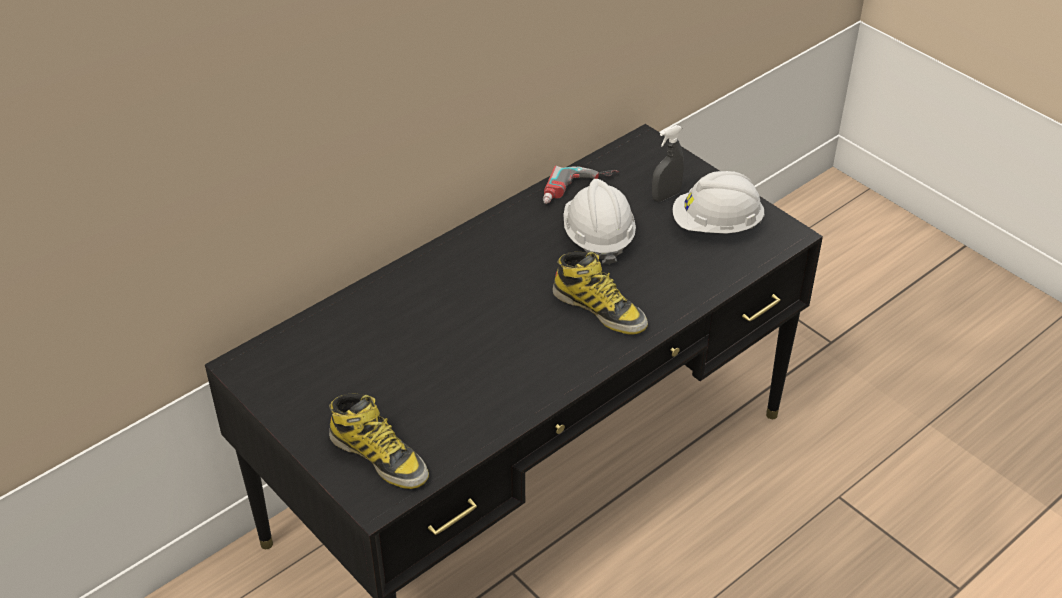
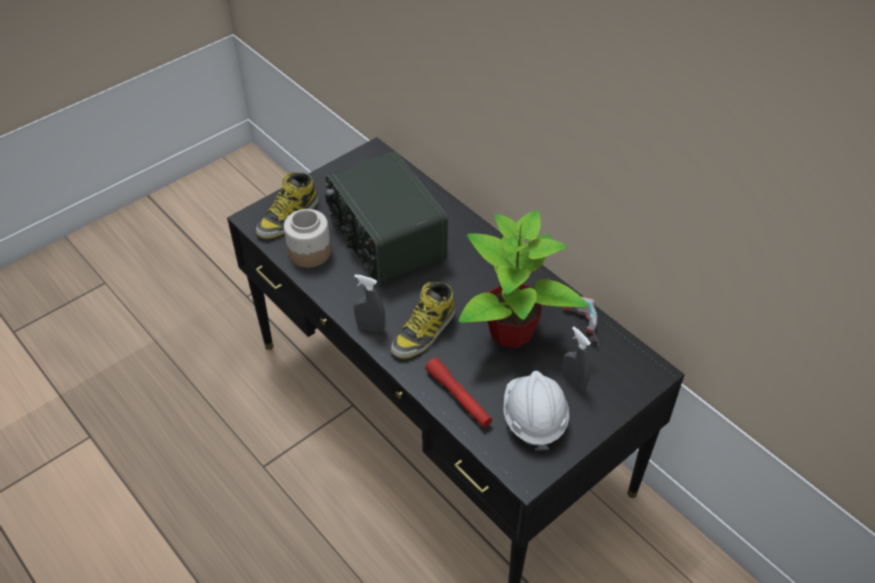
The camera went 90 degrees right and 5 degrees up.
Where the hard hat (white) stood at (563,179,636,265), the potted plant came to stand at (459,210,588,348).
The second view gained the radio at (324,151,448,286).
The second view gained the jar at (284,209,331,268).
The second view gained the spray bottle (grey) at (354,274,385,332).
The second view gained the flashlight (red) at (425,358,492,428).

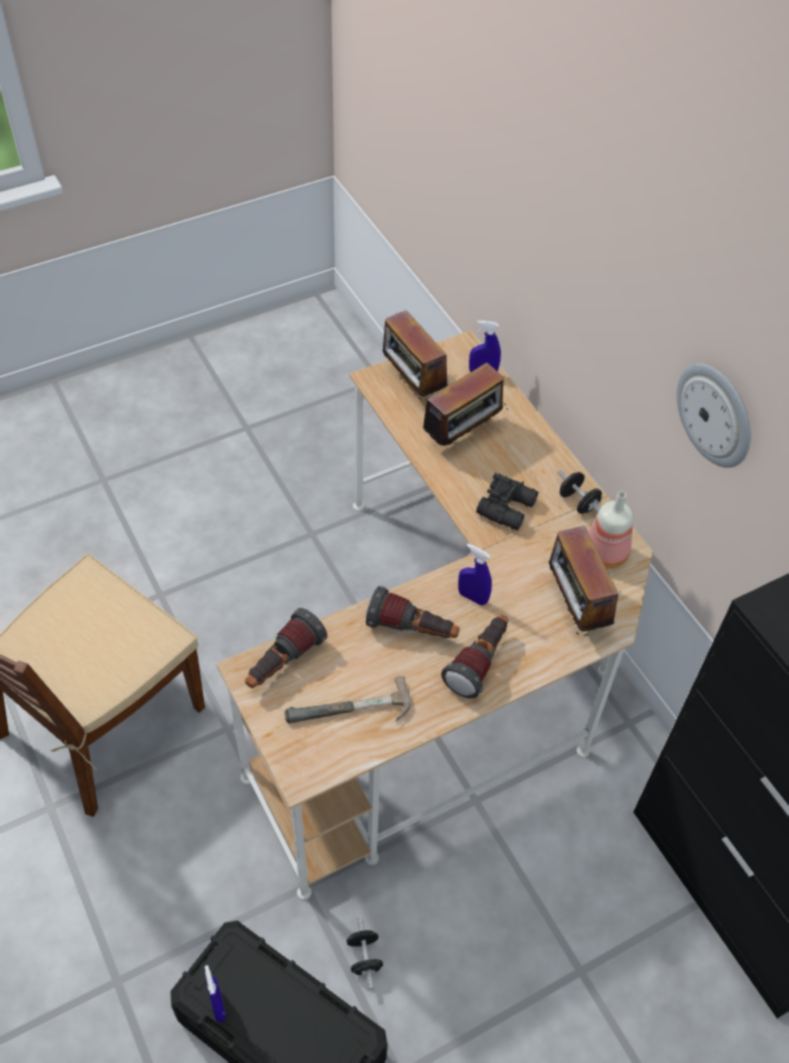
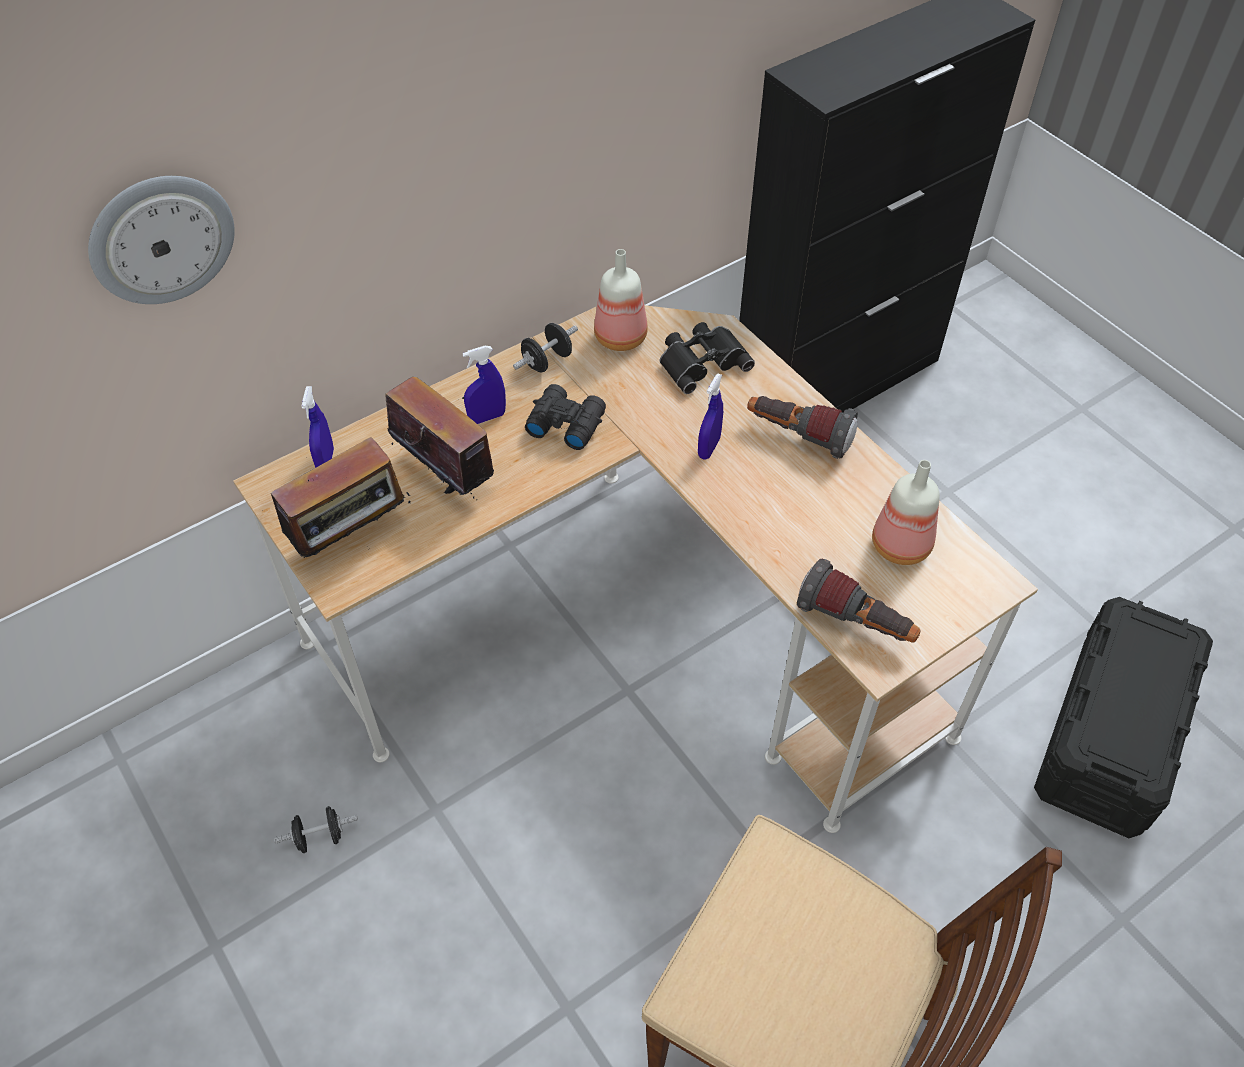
The camera went 95 degrees left and 0 degrees up.
The wall clock ended up elsewhere, having gone from (677,363,751,468) to (88,176,235,304).
Where the radio stood at (541,526,619,637), the binoculars (black) came to stand at (659,322,755,394).
The second view lost the flashlight at (366,586,460,638).
Where the hammer stood at (285,676,411,724), the bottle came to stand at (872,460,940,565).
The dumbbell (black) ended up elsewhere, having gone from (347,917,383,989) to (274,806,358,853).
The spray bottle (blue) ended up elsewhere, having gone from (205,965,226,1023) to (462,346,506,424).

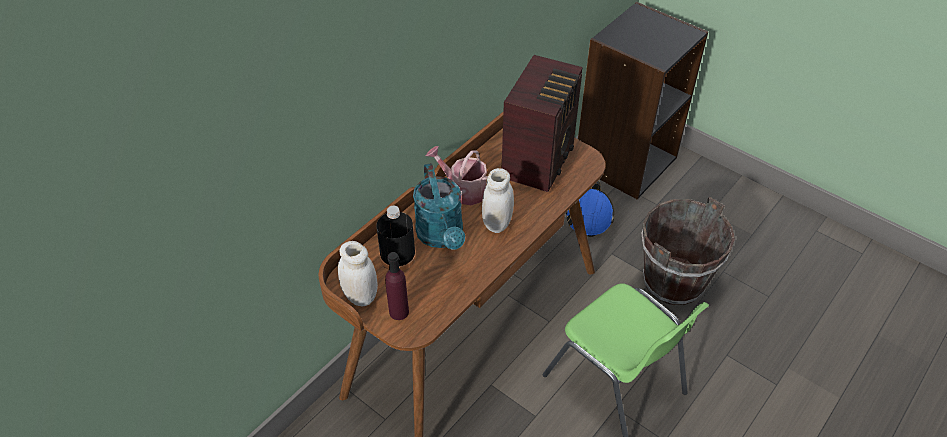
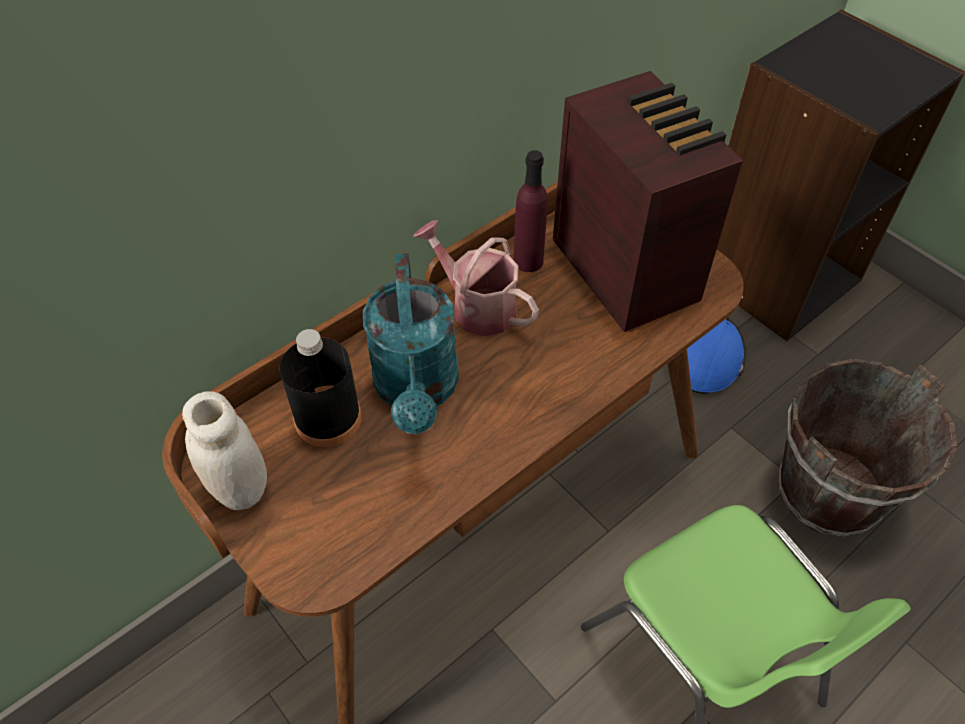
The camera went 10 degrees right and 5 degrees up.
The radio at (502,55,583,192) ended up facing another way, 60 degrees counterclockwise from before.
The second view lost the jar (white) at (482,168,514,233).
The bottle (purple) ended up elsewhere, having gone from (385,252,409,320) to (514,150,548,272).

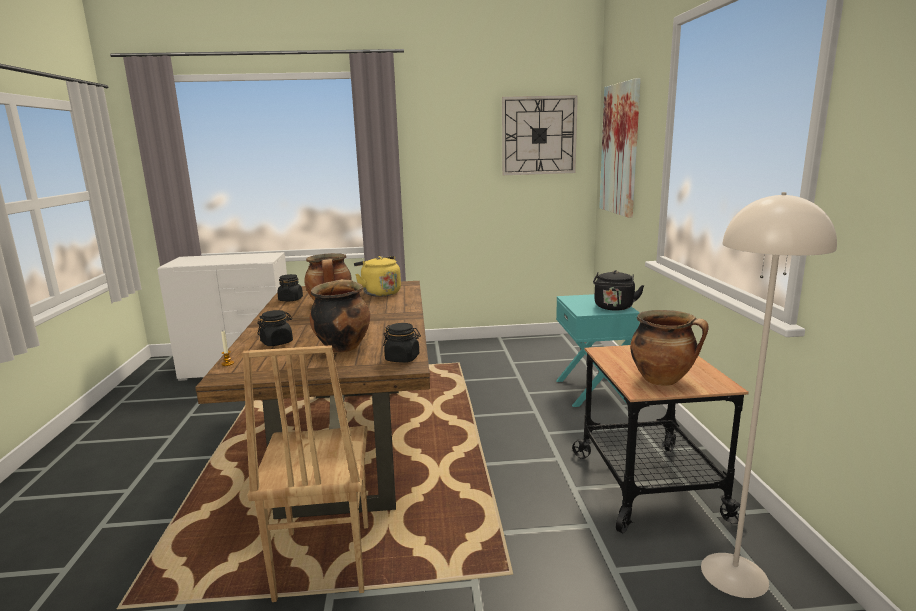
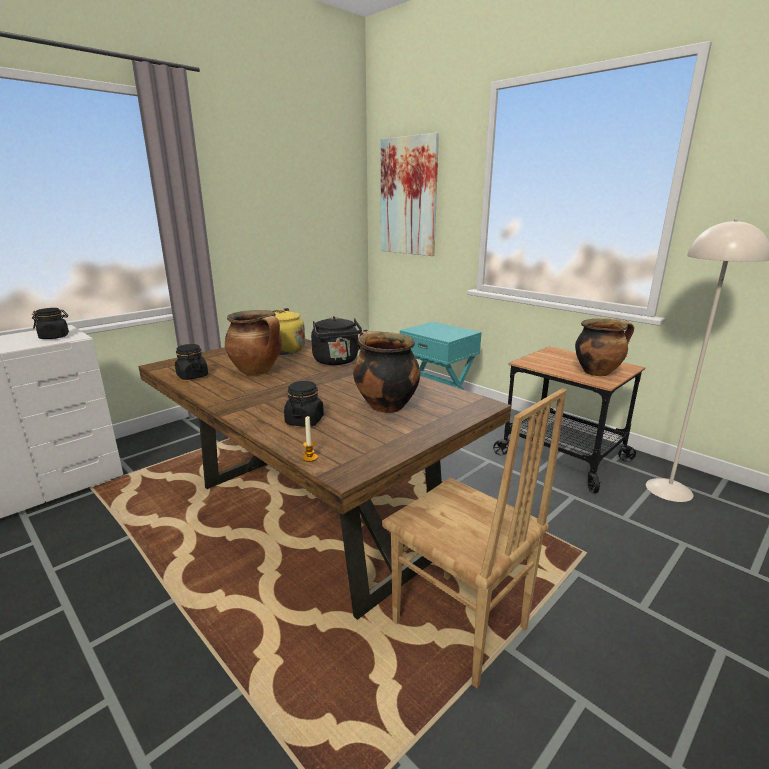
The camera went 40 degrees left and 5 degrees up.
The second view lost the wall clock at (502,95,578,175).
The kettle (black) ended up elsewhere, having gone from (593,270,644,311) to (311,316,367,365).
The jar (black) ended up elsewhere, having gone from (383,323,421,363) to (32,308,69,339).

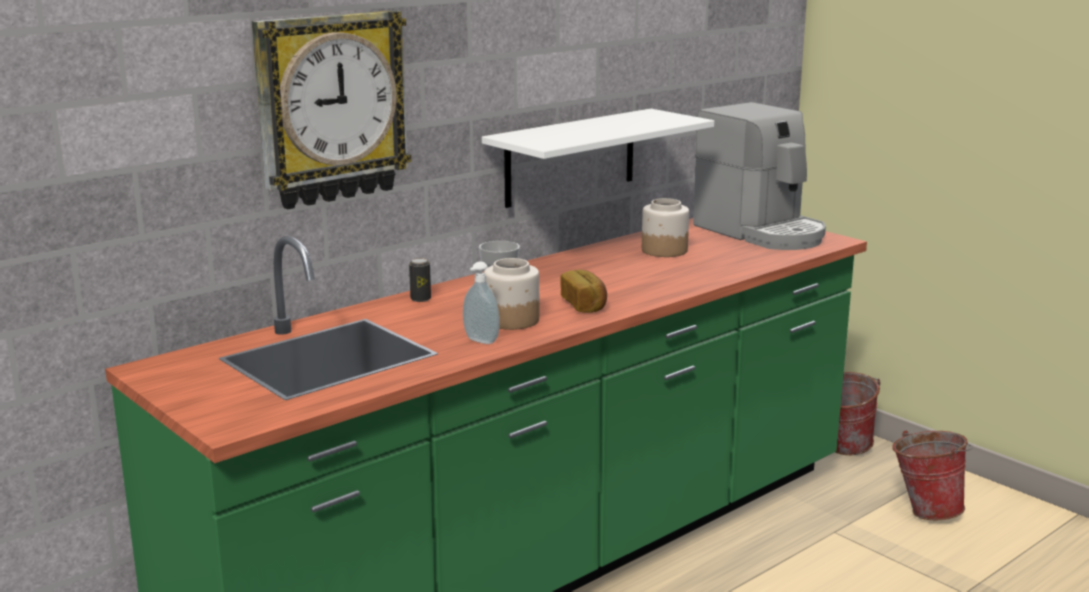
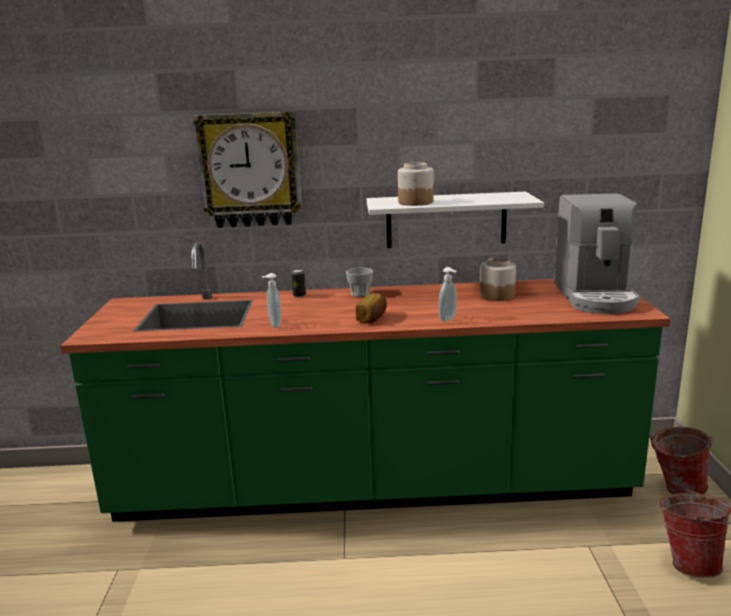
The camera went 40 degrees right and 0 degrees up.
The jar ended up elsewhere, having gone from (484,258,539,330) to (398,162,433,206).
The second view gained the soap dispenser at (439,267,457,322).

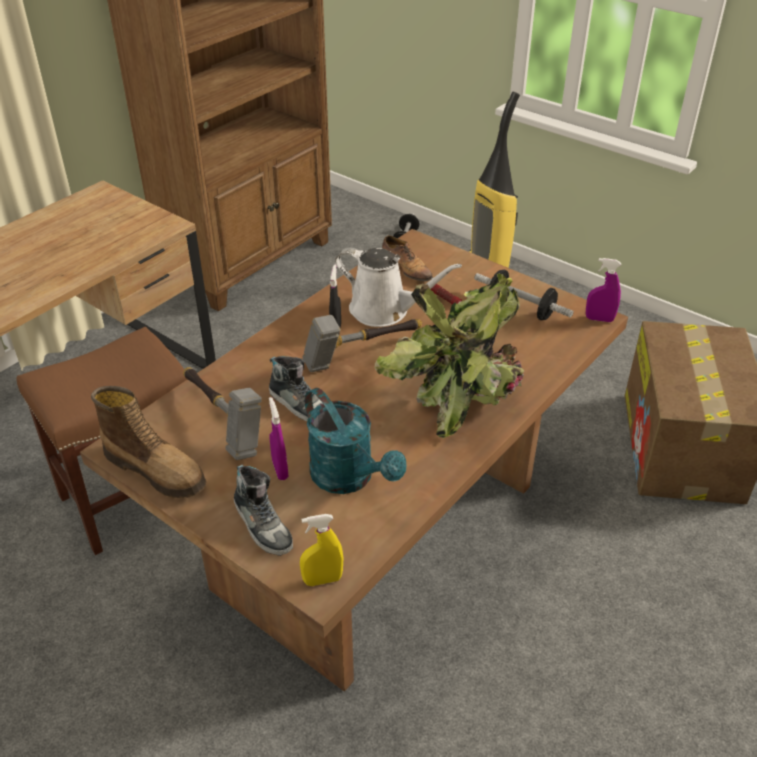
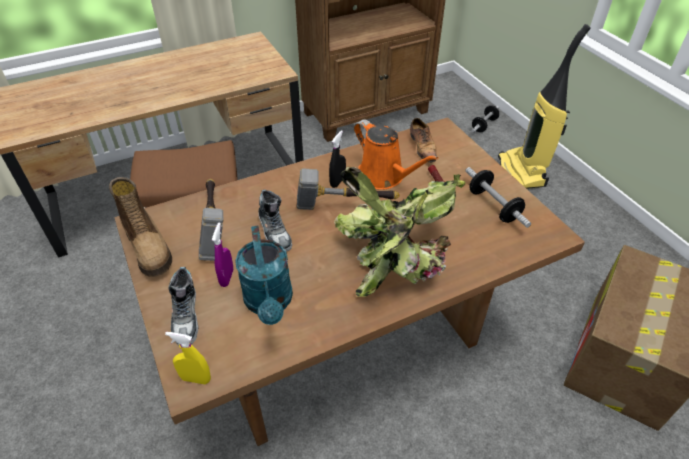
The camera went 25 degrees right and 5 degrees up.
What was the watering can (white) at (335,247,462,327) turned into the watering can (orange) at (354,120,438,190).
The second view lost the spray bottle (purple) at (586,258,621,322).

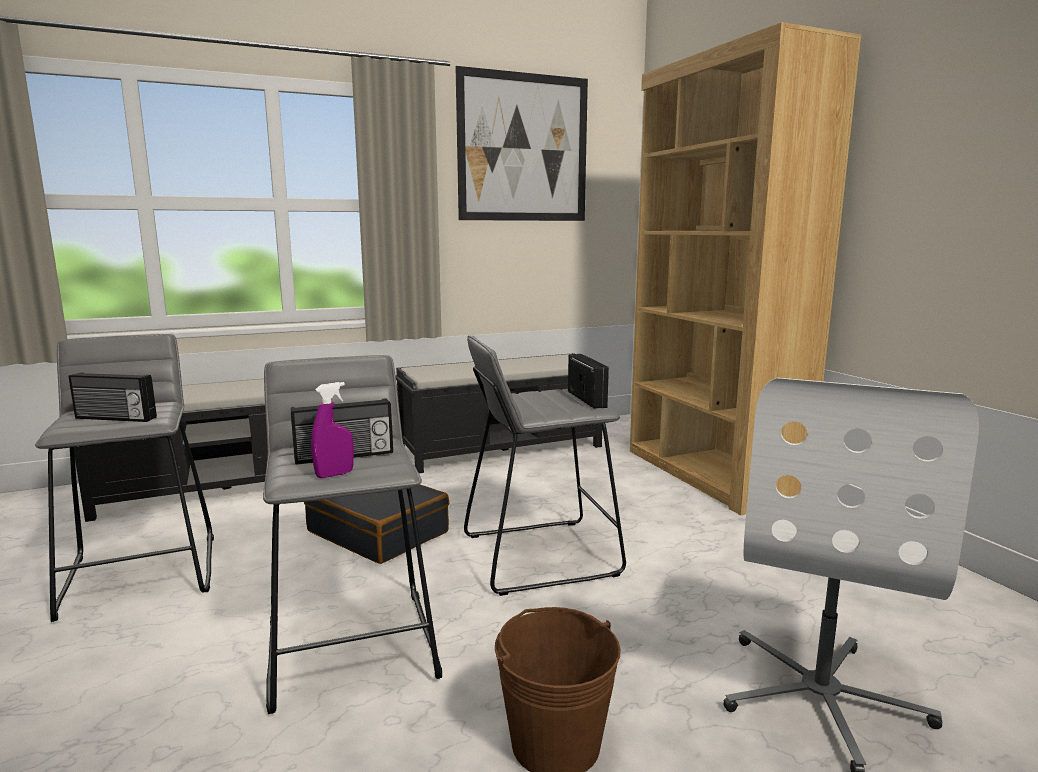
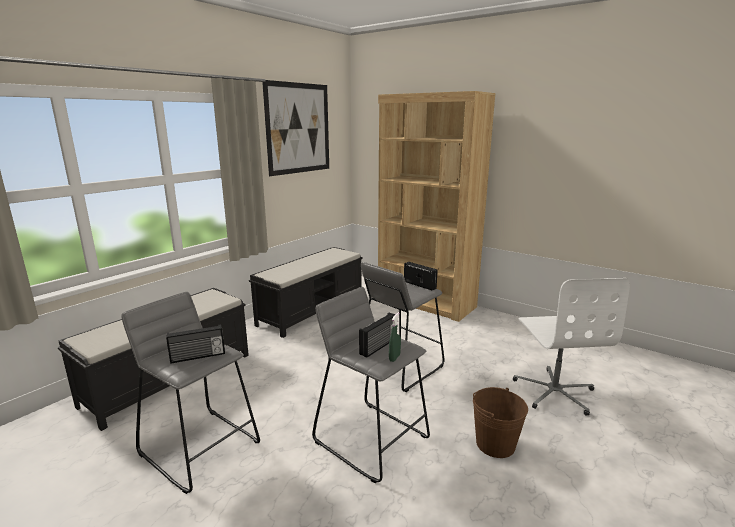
The camera went 30 degrees left and 5 degrees up.
What was the spray bottle (purple) at (311,382,354,478) turned into the spray bottle (green) at (389,312,401,362).
The second view lost the suitcase (black) at (304,484,449,564).

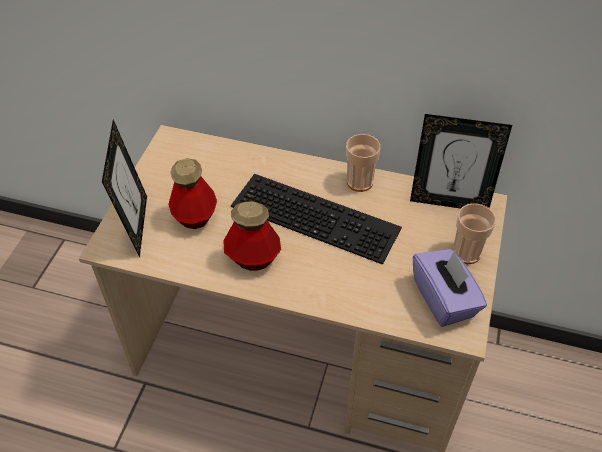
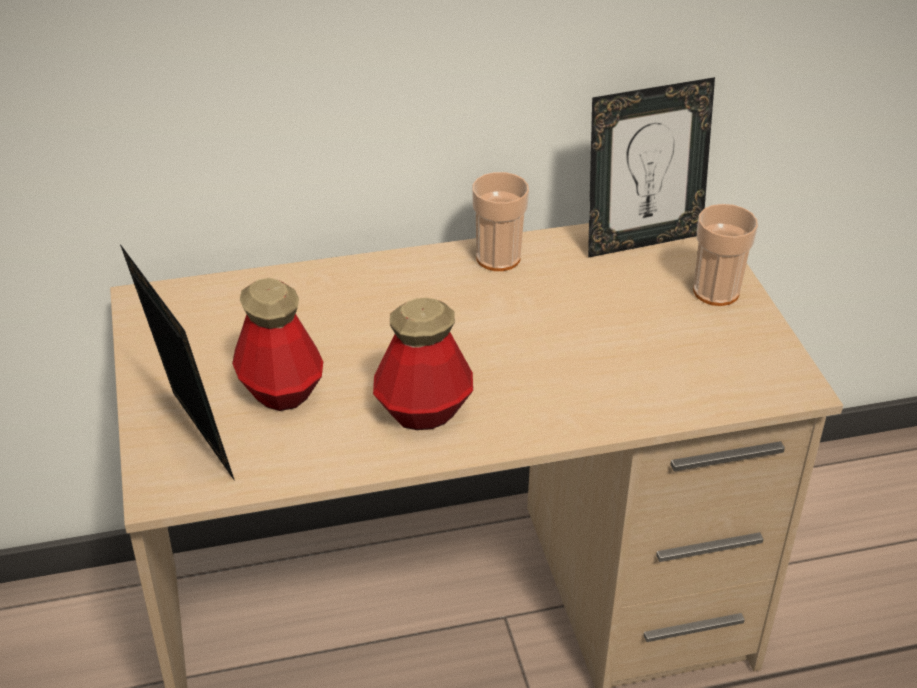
The camera went 30 degrees left and 10 degrees down.
The second view lost the keyboard at (231,174,402,265).
The second view lost the tissue box (purple) at (413,249,487,327).

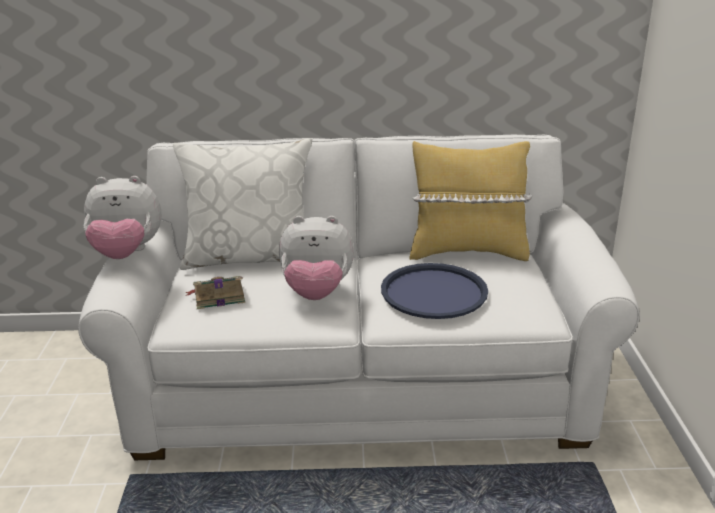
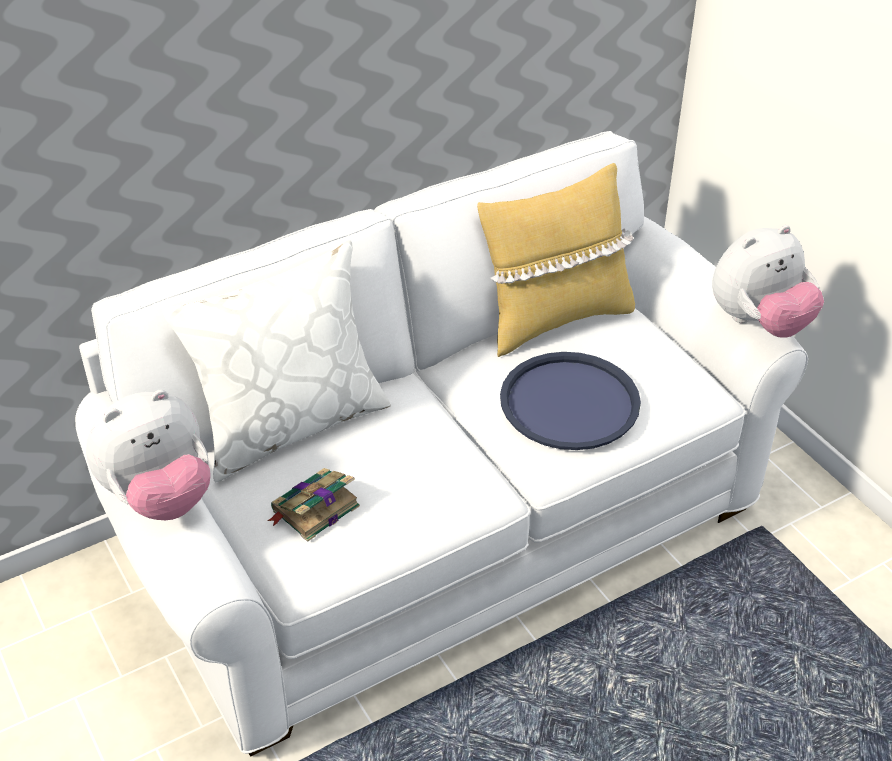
The camera went 30 degrees left and 15 degrees up.
The plush toy ended up elsewhere, having gone from (279,216,354,300) to (712,225,824,338).

